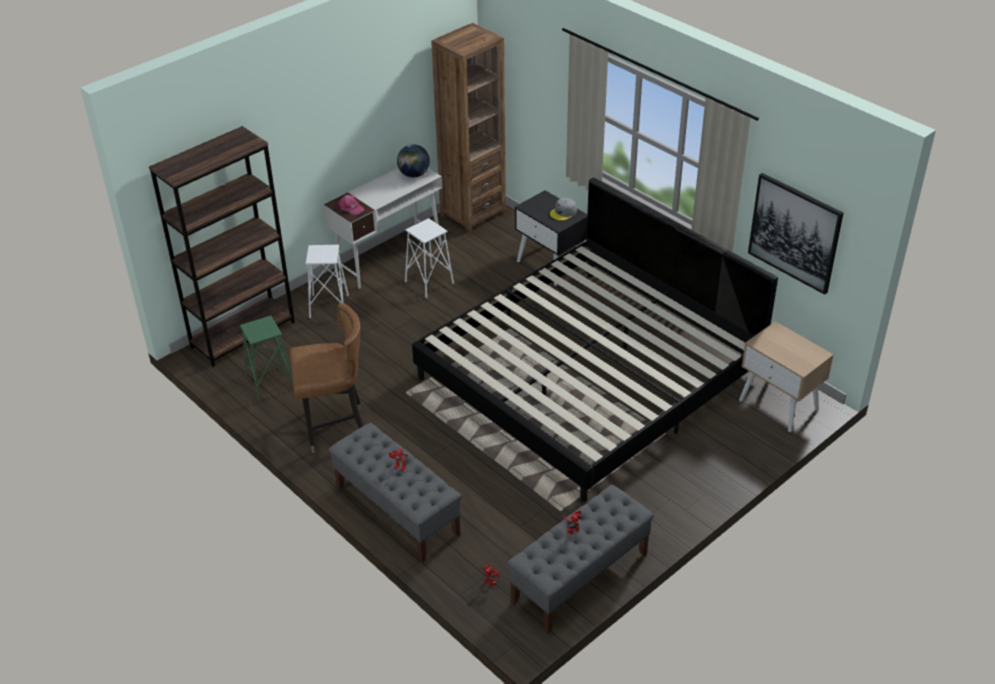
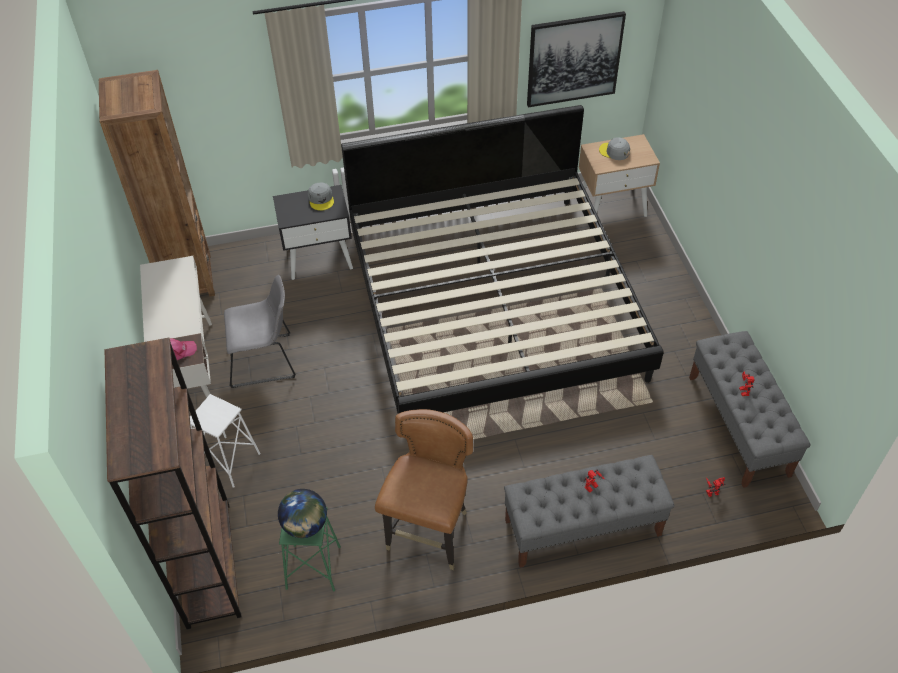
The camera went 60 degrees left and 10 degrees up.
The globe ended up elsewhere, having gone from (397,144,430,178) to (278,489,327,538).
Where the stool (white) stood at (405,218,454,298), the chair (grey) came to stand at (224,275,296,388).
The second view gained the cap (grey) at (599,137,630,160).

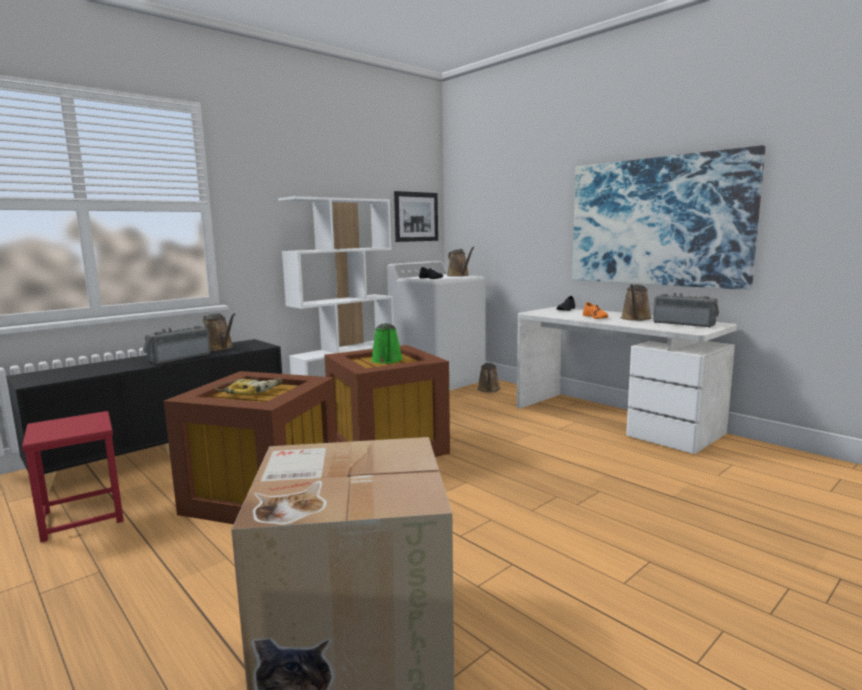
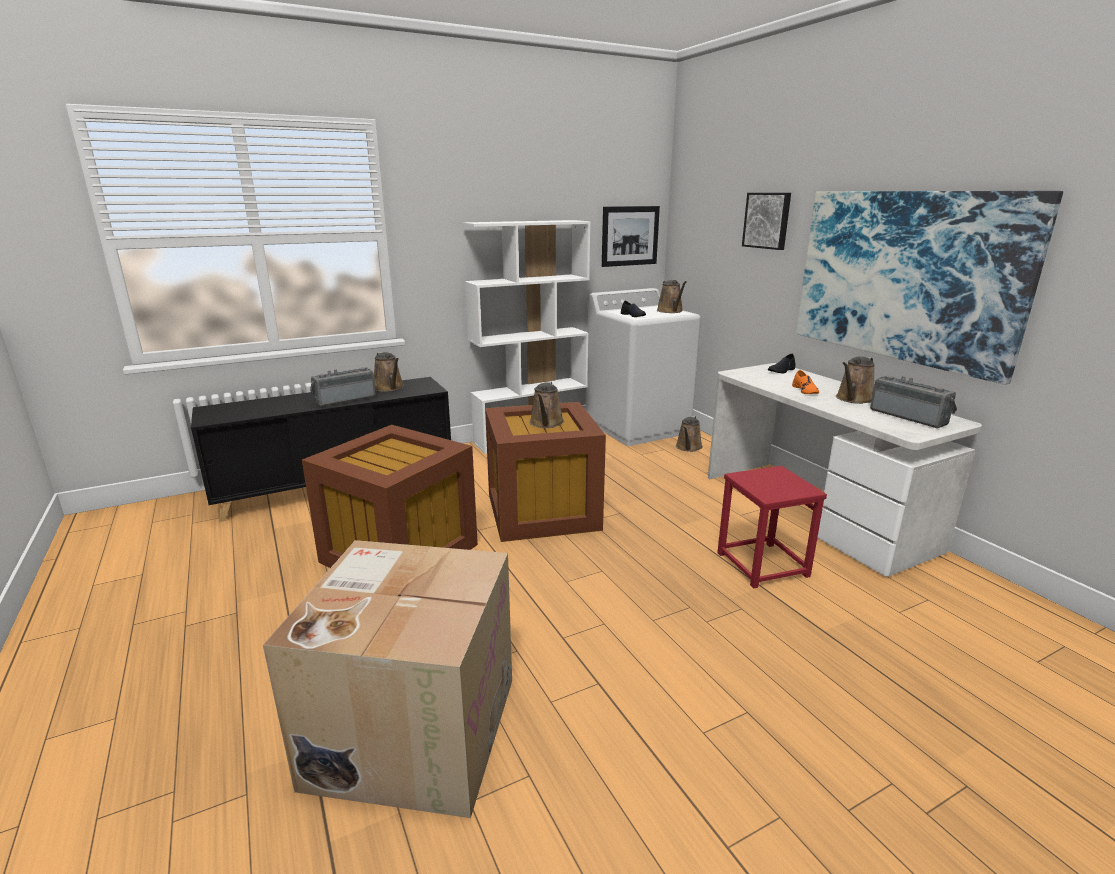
The camera went 15 degrees right and 10 degrees up.
What was the watering can (green) at (371,323,403,364) turned into the watering can (brown) at (529,382,564,428).
The second view lost the power drill at (215,378,282,395).
The stool (red) ended up elsewhere, having gone from (22,411,124,542) to (717,466,827,588).
The second view gained the picture at (742,193,791,250).

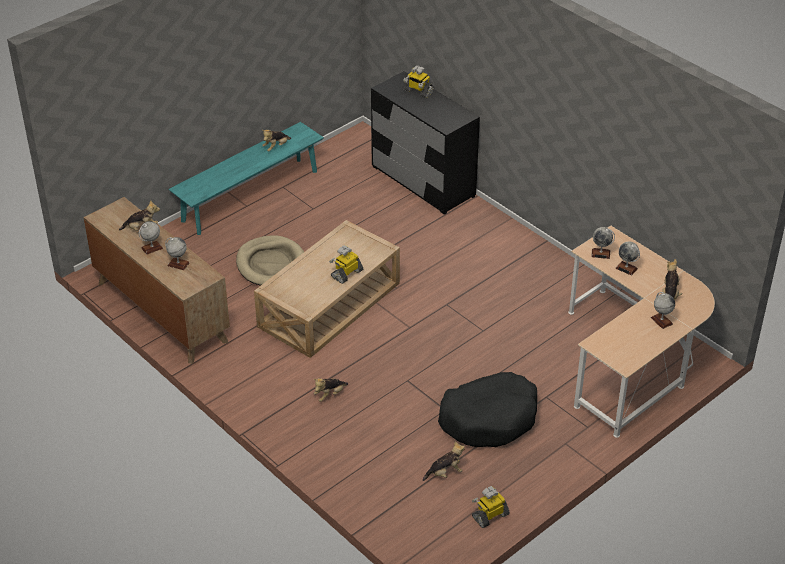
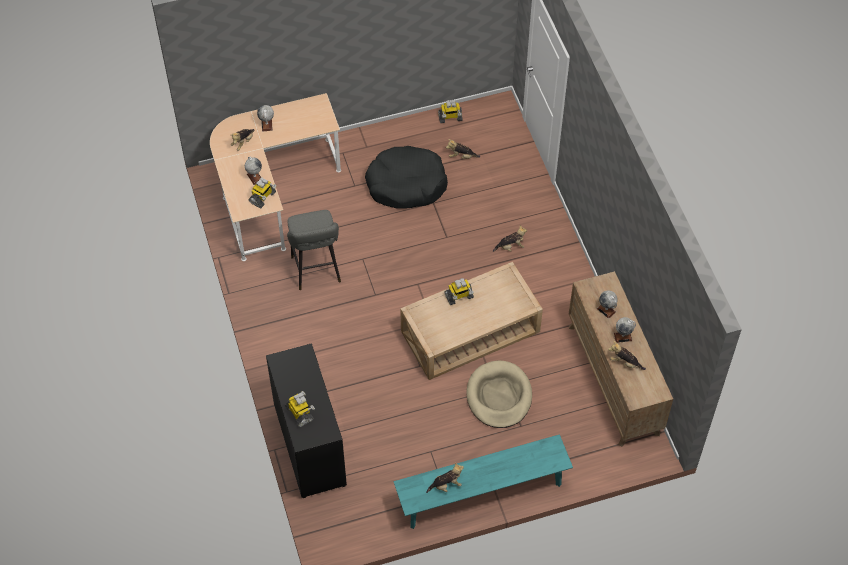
The camera went 155 degrees left and 15 degrees up.
Where the globe stood at (591,227,615,259), the toy robot came to stand at (249,177,276,208).
The second view gained the stool (grey) at (287,210,341,290).

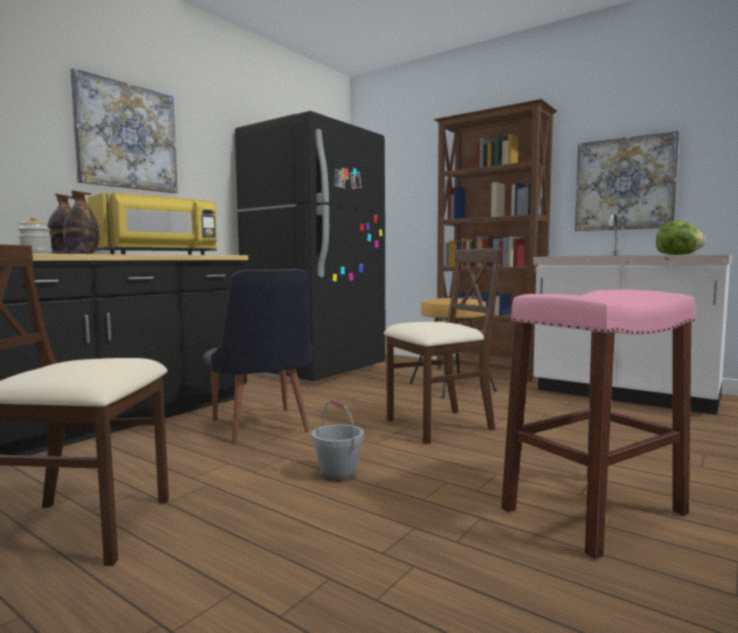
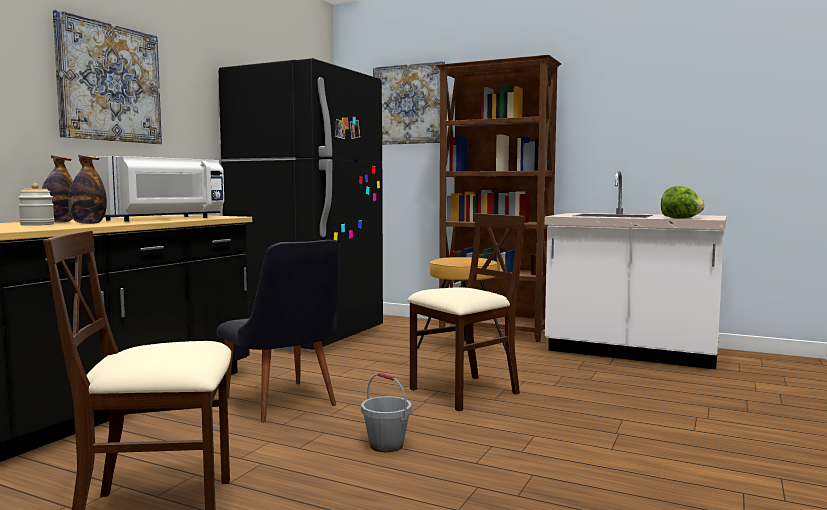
The camera went 10 degrees left and 0 degrees up.
The picture ended up elsewhere, having gone from (575,130,679,231) to (373,61,445,145).
What was the microwave (yellow) at (88,193,217,255) turned into the microwave (white) at (92,156,224,222).
The second view lost the stool (pink) at (501,290,695,560).

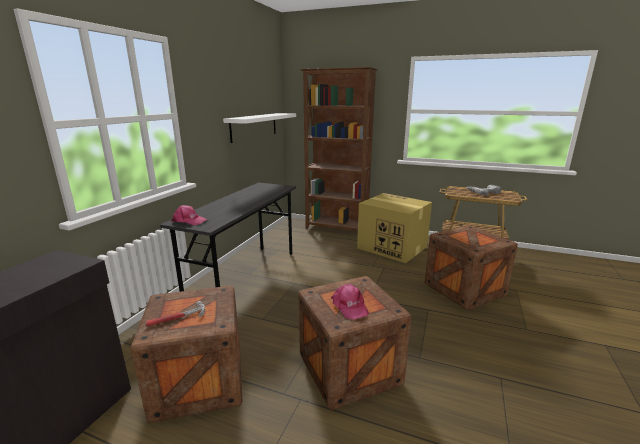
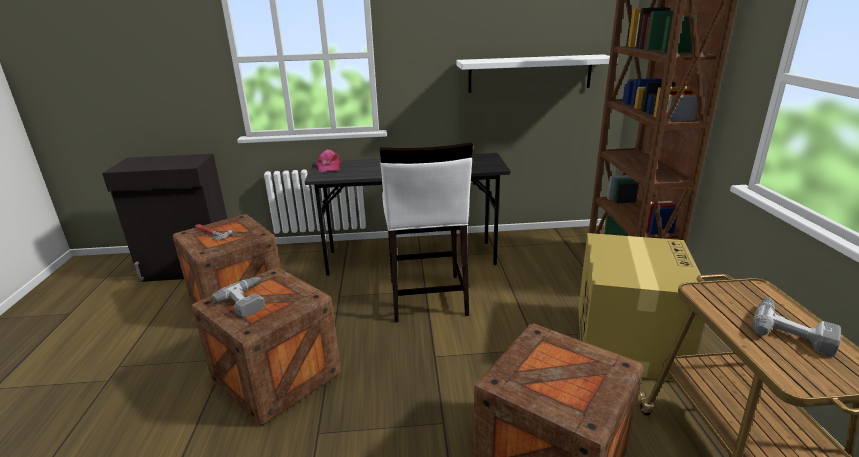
The camera went 65 degrees right and 5 degrees up.
Where the cap (pink) stood at (331,284,369,319), the power drill came to stand at (212,277,265,318).
The second view gained the stool (white) at (380,142,473,322).

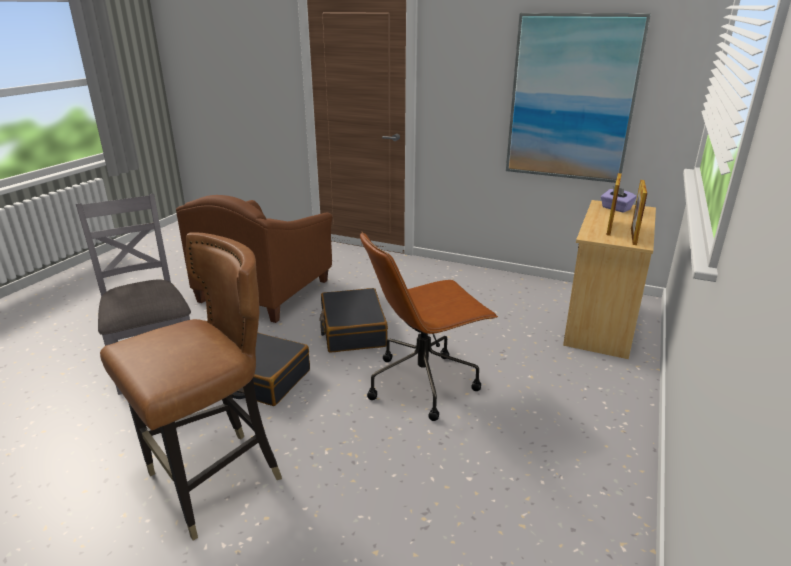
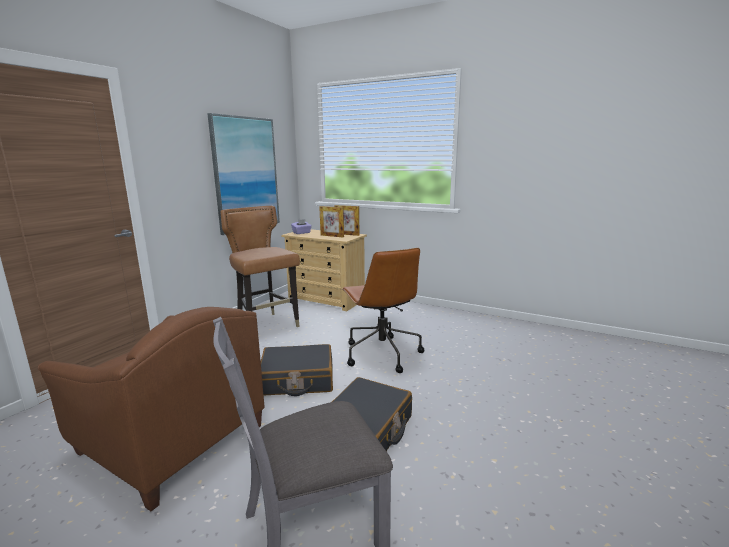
The camera went 85 degrees left and 10 degrees down.
The chair (brown) ended up elsewhere, having gone from (100,232,282,541) to (220,206,300,327).

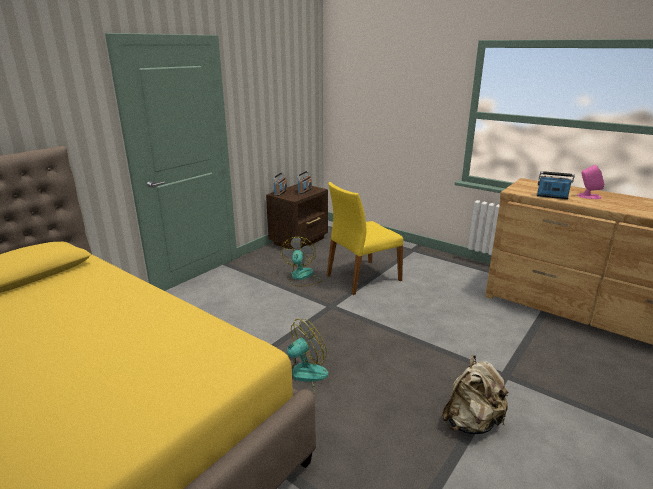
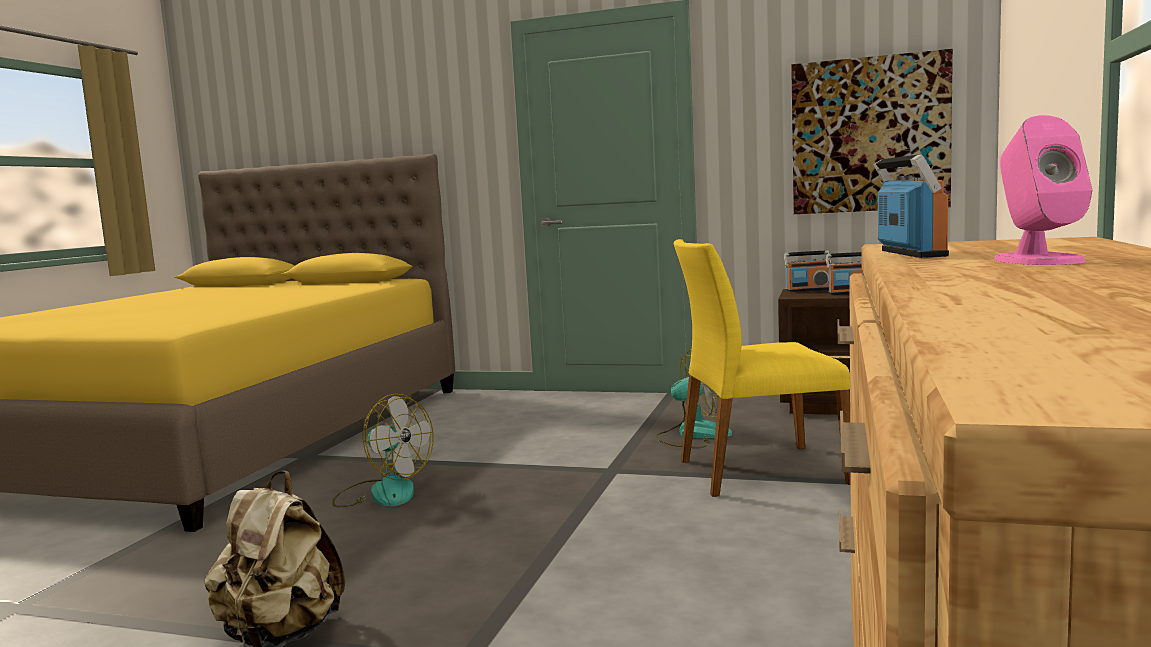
The camera went 70 degrees right and 15 degrees down.
The chair (yellow) at (327,182,403,295) ended up facing another way, 45 degrees counterclockwise from before.
The second view gained the picture at (791,49,953,214).

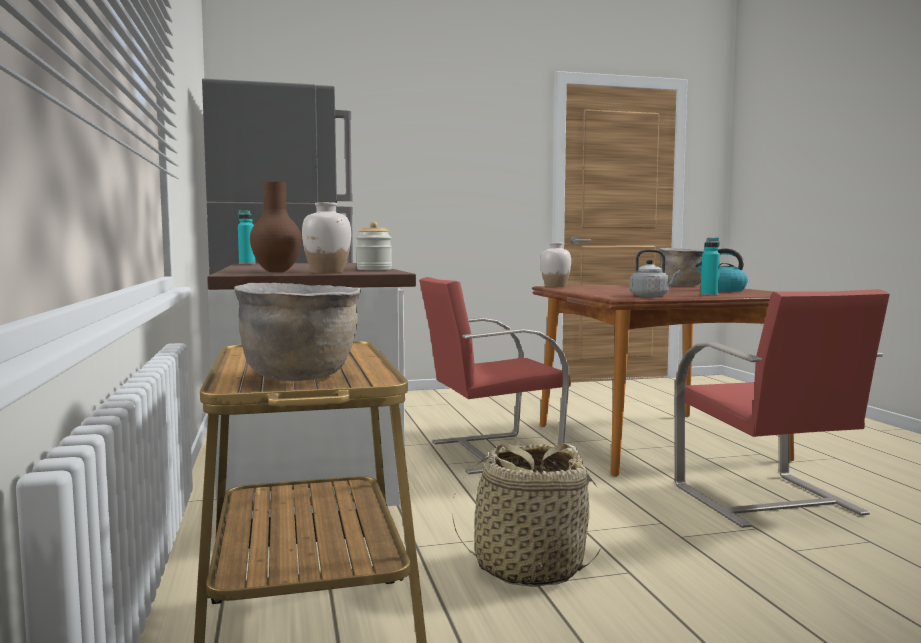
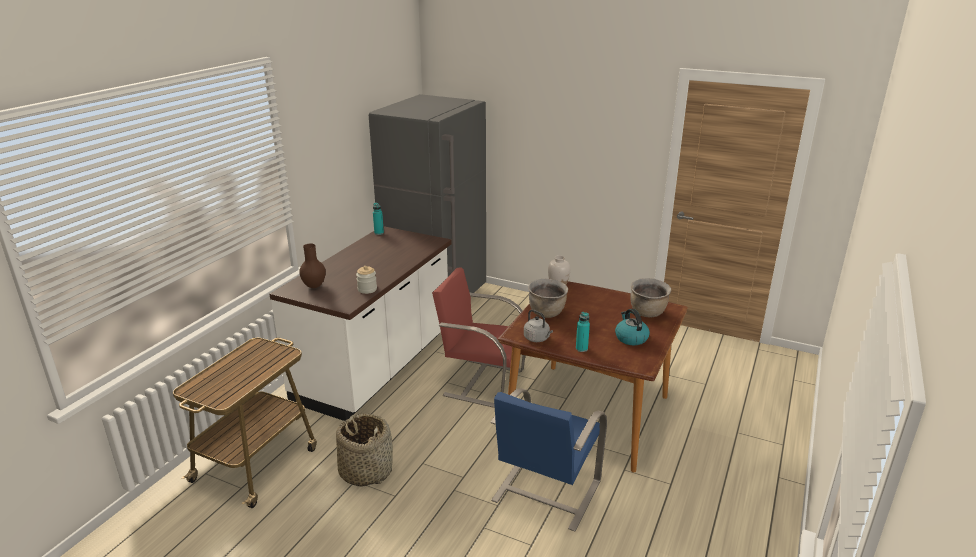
The camera went 40 degrees right and 20 degrees up.
The second view lost the vase (white) at (302,202,351,274).
The cooking pot (brown) ended up elsewhere, having gone from (234,283,361,381) to (528,279,568,318).
What was the chair (red) at (675,289,890,528) turned into the chair (blue) at (490,388,607,532).

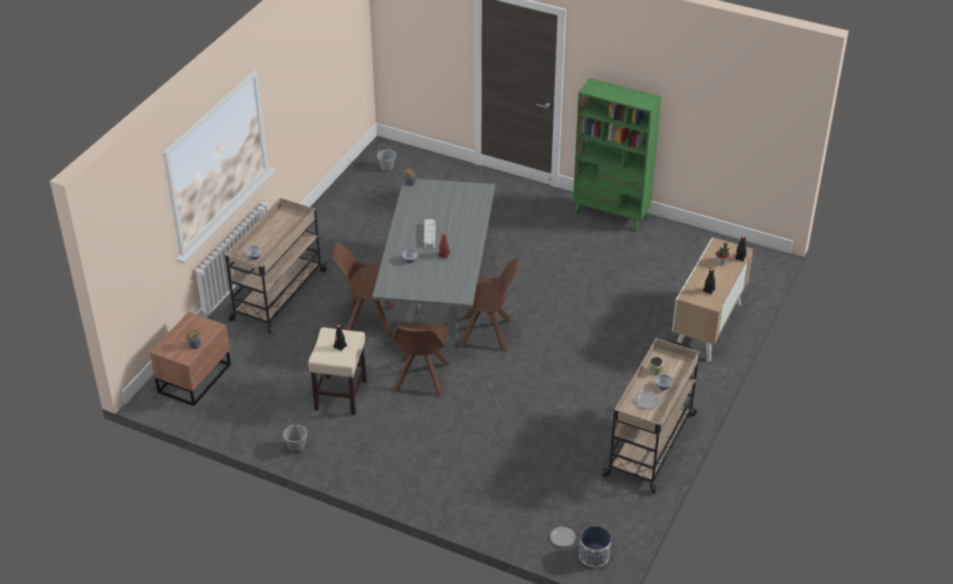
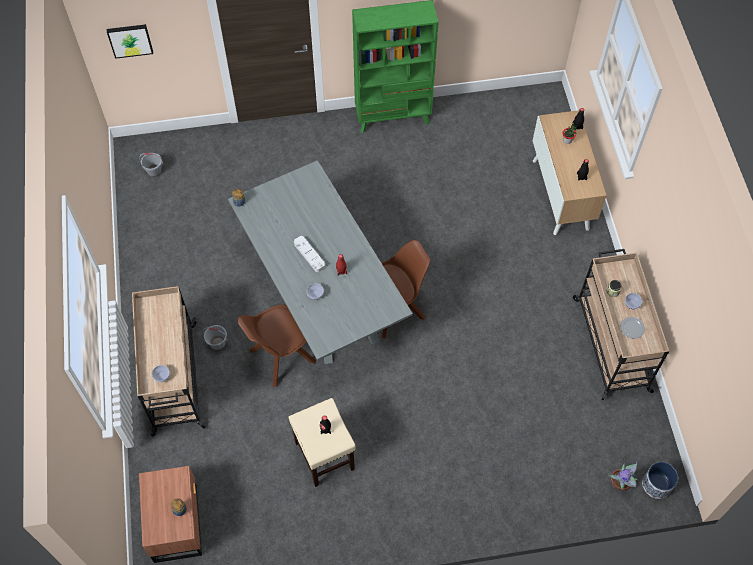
The camera went 35 degrees left and 20 degrees up.
The second view lost the chair (brown) at (392,322,450,397).
The bucket (grey) ended up elsewhere, having gone from (283,420,307,453) to (203,325,228,351).
Where the plate stood at (550,527,575,547), the potted plant came to stand at (609,462,638,491).
The second view gained the picture at (107,24,153,59).

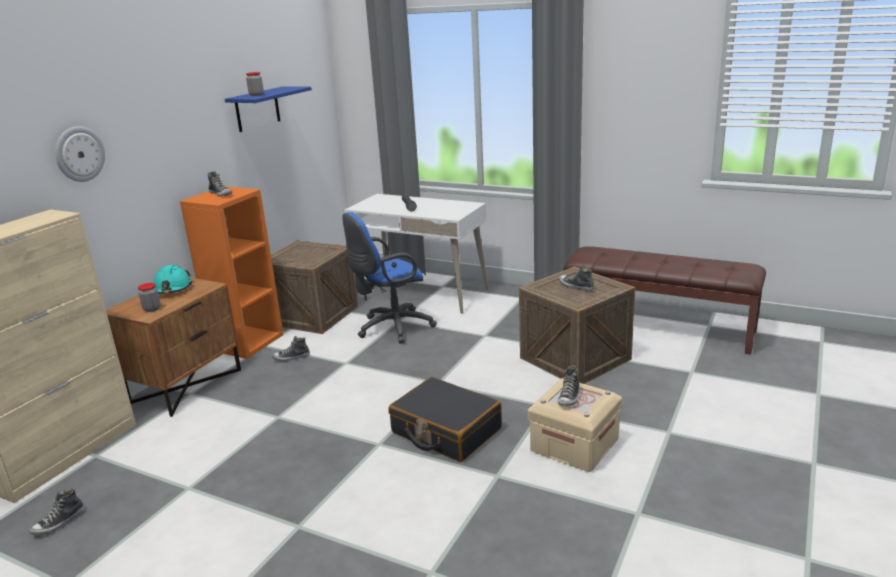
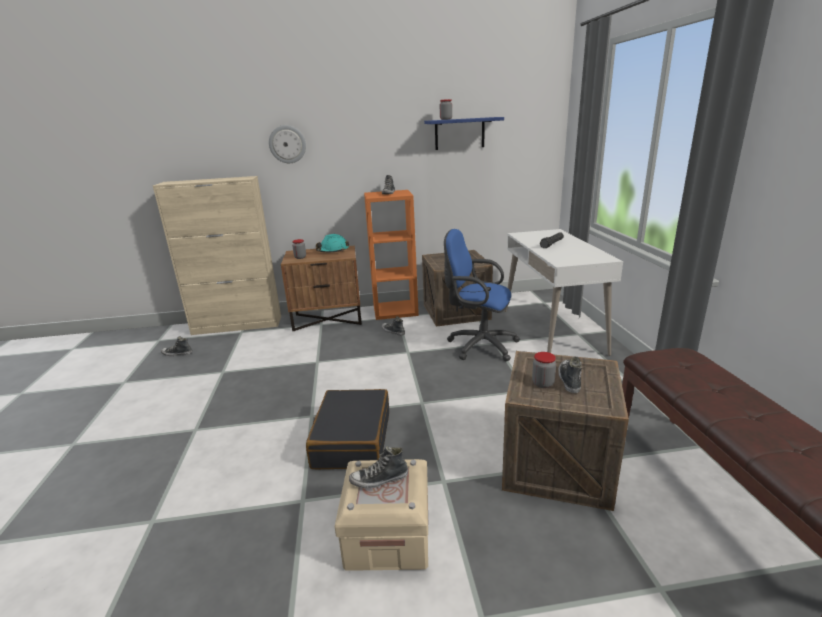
The camera went 55 degrees right and 0 degrees up.
The second view gained the jar at (532,352,556,388).

